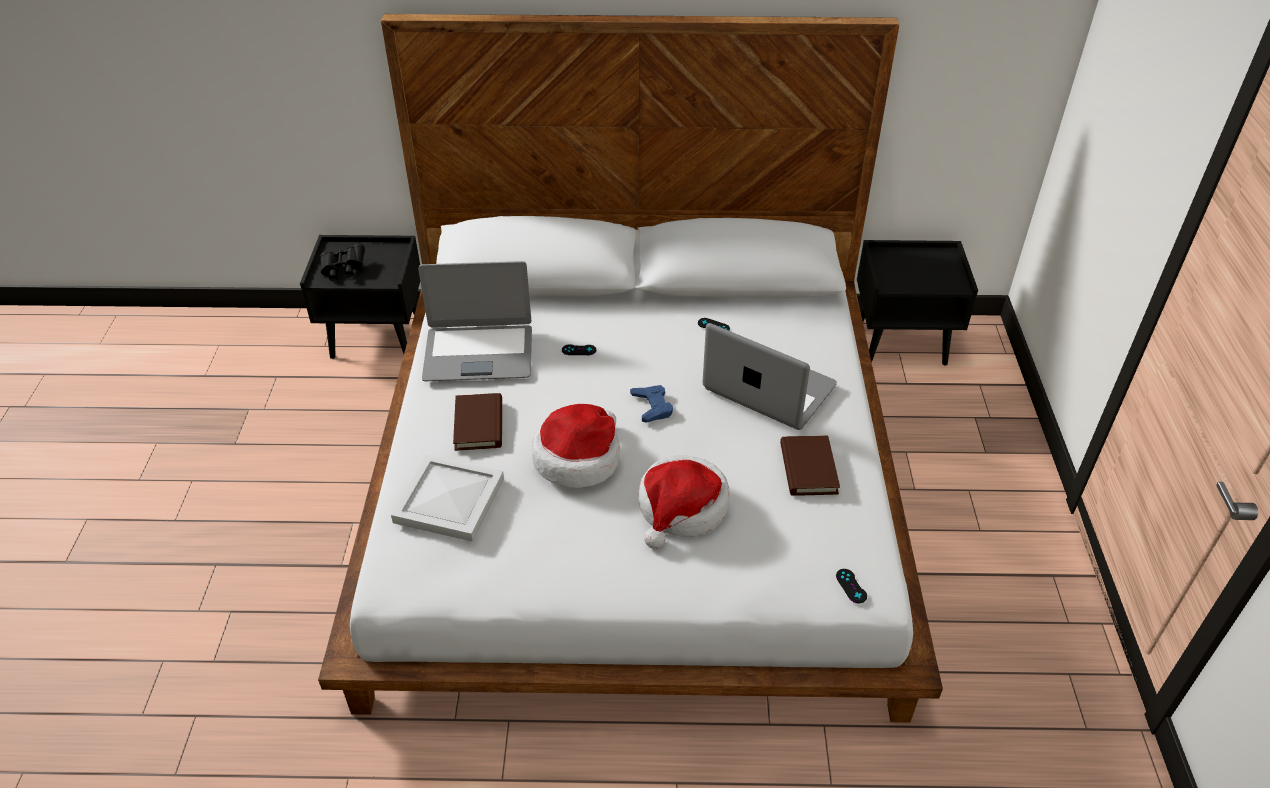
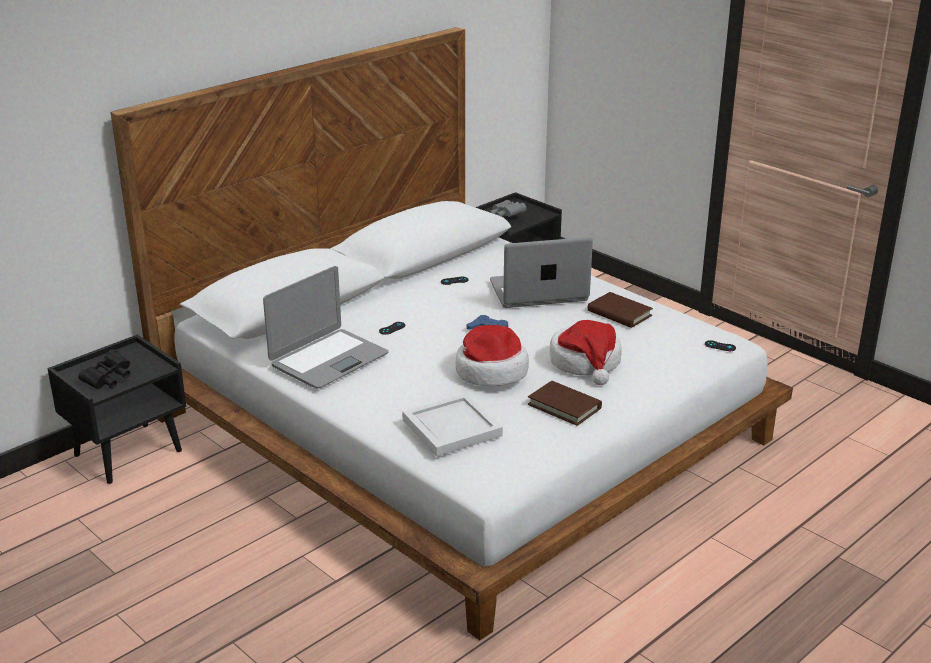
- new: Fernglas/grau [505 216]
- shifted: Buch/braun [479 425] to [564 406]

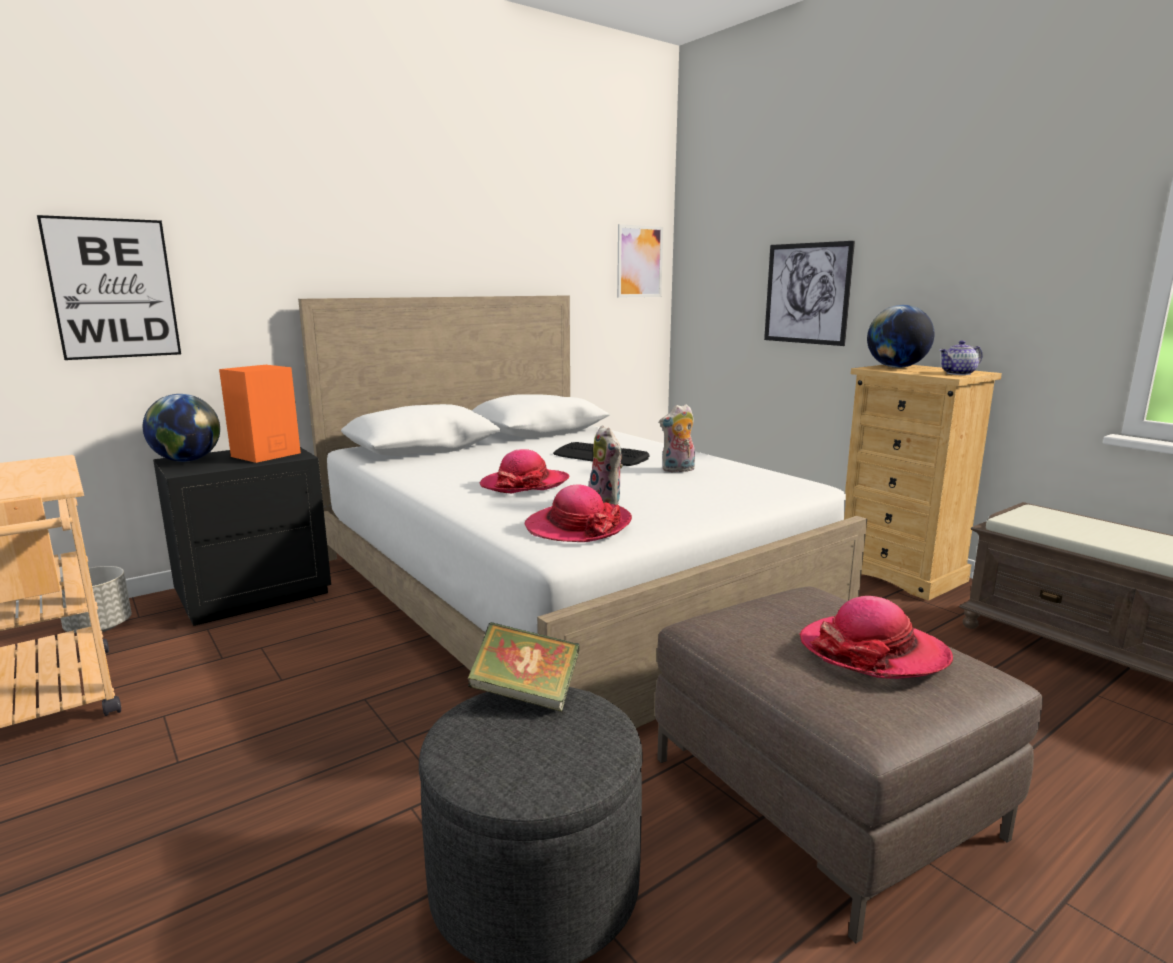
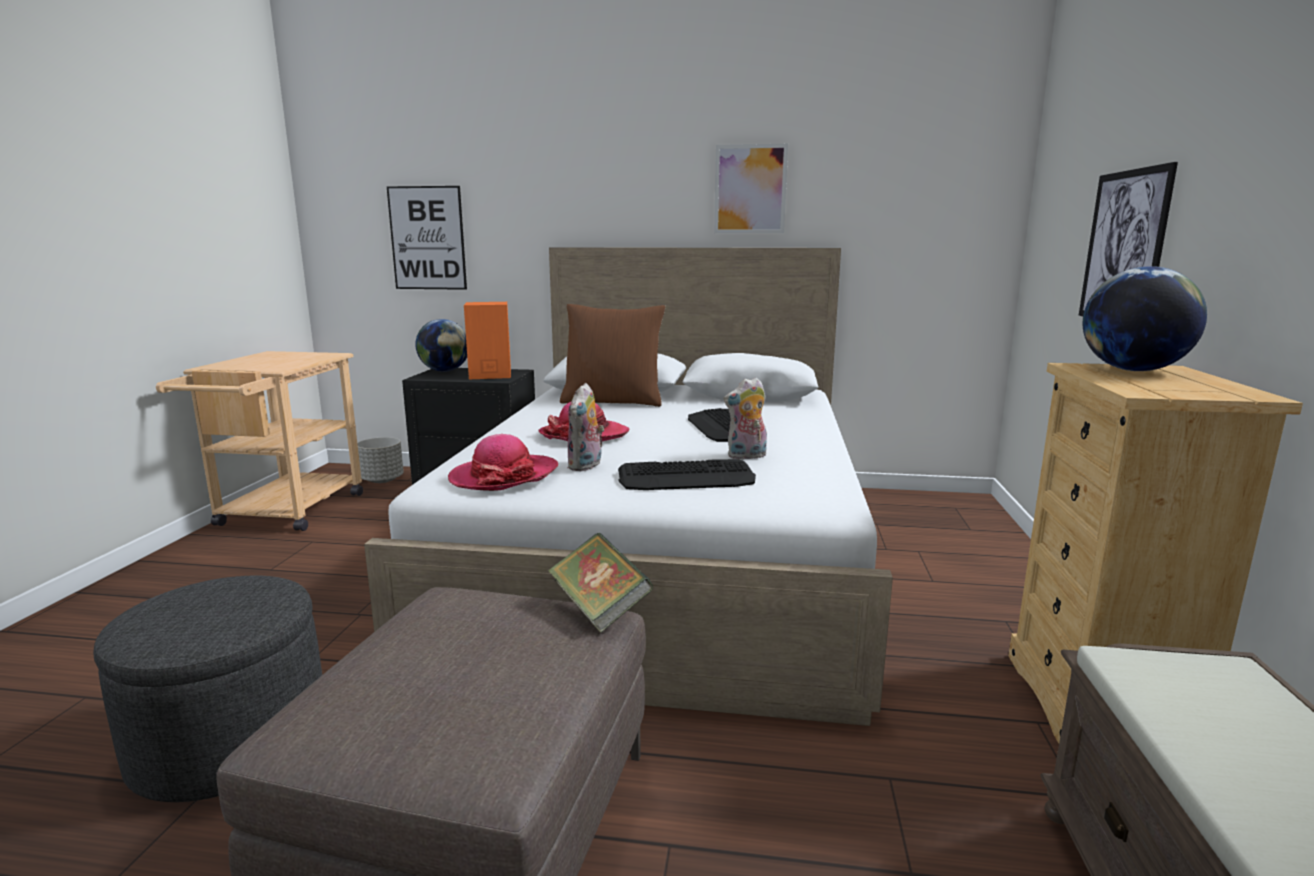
- gone: Hut [873 652]
- gone: Teekanne [958 374]
- new: Kissen/braun [613 401]
- new: Tastatur [686 478]
- shifted: Buch [525 694] to [599 608]
- shifted: Bild [639 261] to [750 189]
- rotated: Plüschtier [678 470] = [746 456] 45 degrees counterclockwise

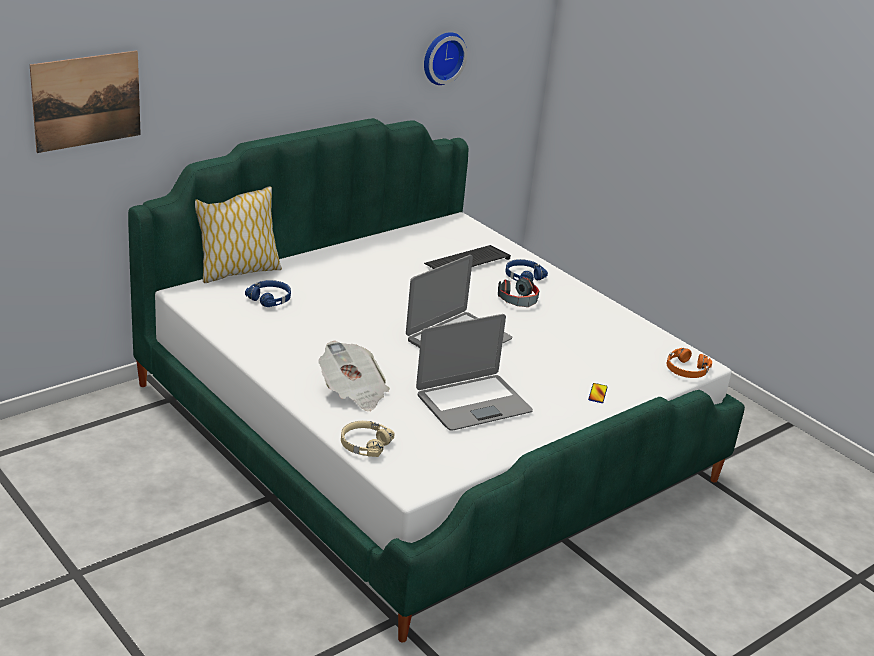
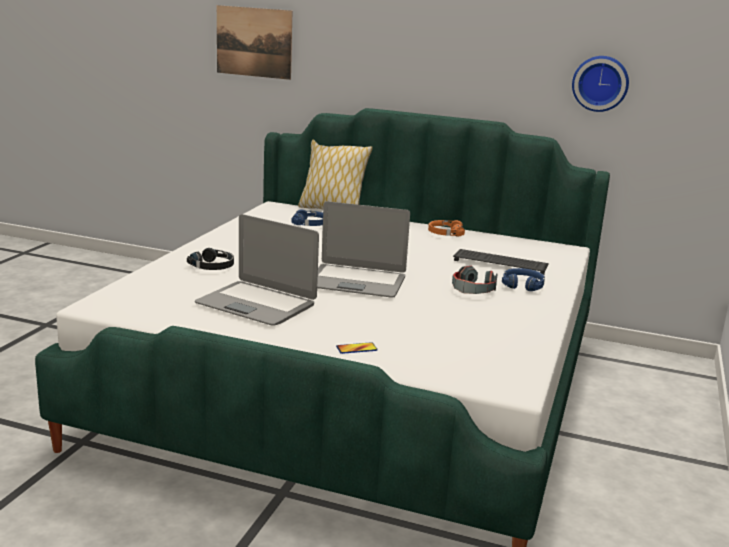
- gone: Kopfhörer/beige [364 444]
- shifted: Kopfhörer/orange [686 370] to [445 233]
- swapped: Zeitung [353 392] to Kopfhörer/schwarz [213 266]

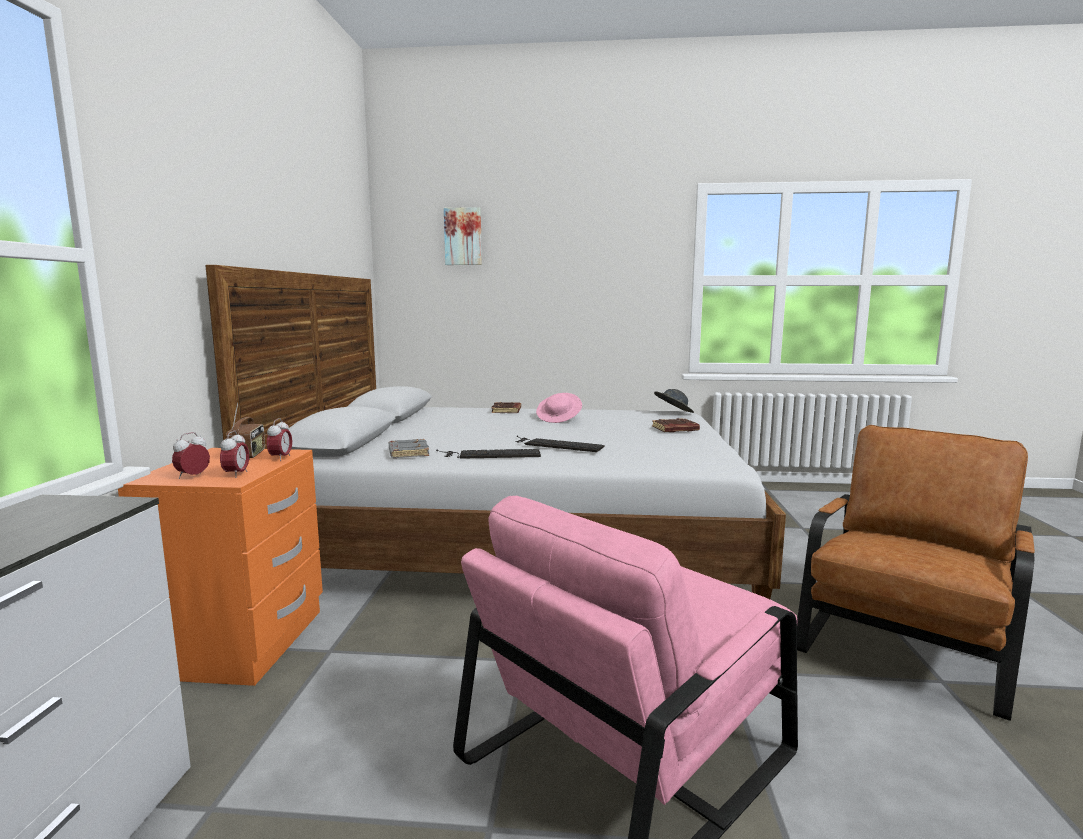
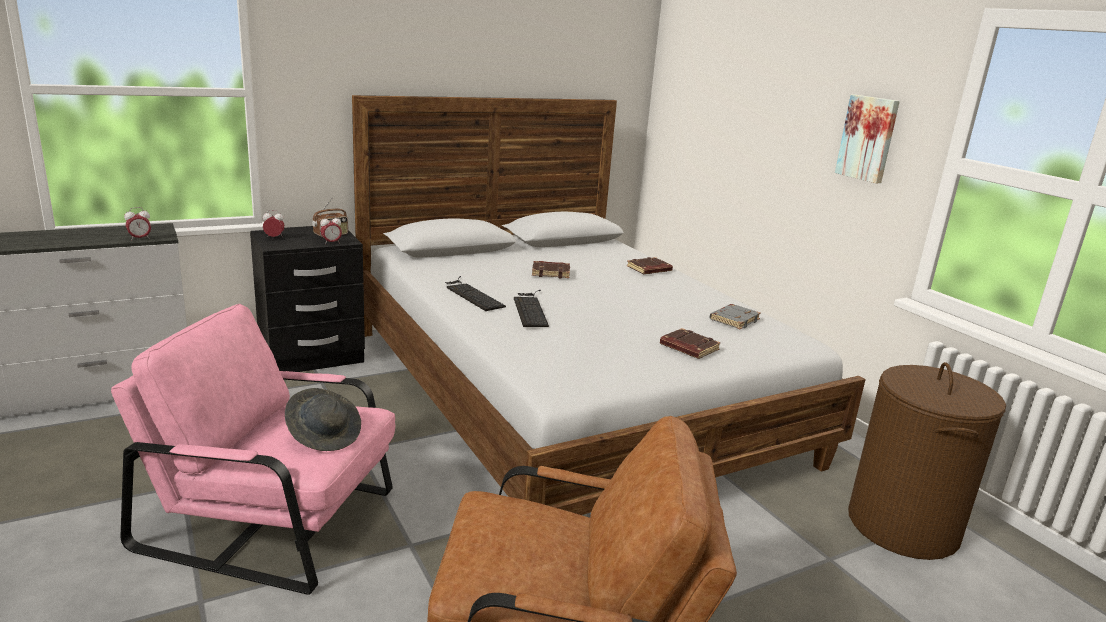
- gone: Hut/rosa [559 419]
- new: Buch/braun [551 273]
- new: Wäschekorb/braun [903 526]
- shifted: Wecker [236 474] to [140 239]
- shifted: Buch/grau [407 453] to [734 320]
- shifted: Bild [463 236] to [868 138]
- shifted: Hut/grau [673 413] to [324 435]
- repainted: Nachttisch/orange [244 643] to Nachttisch/schwarz [311 356]

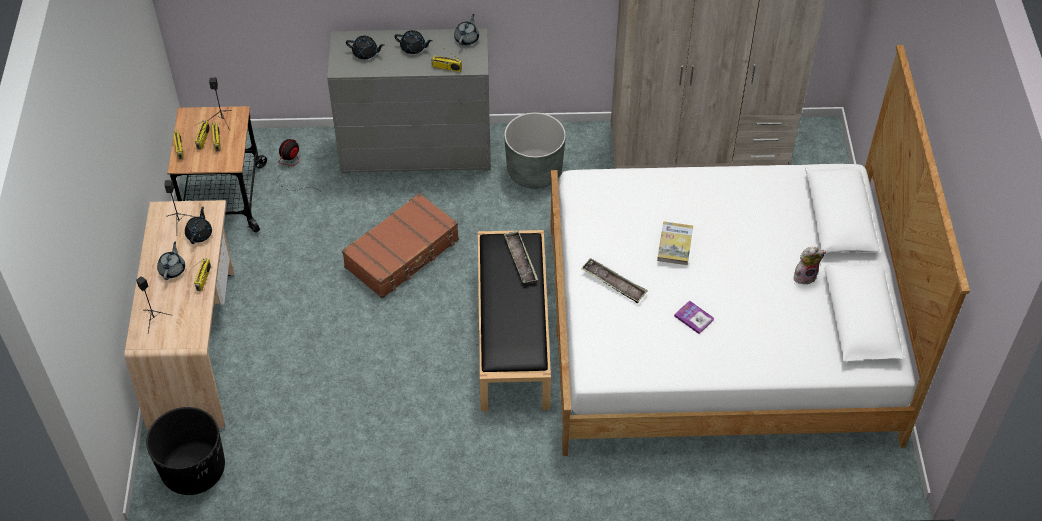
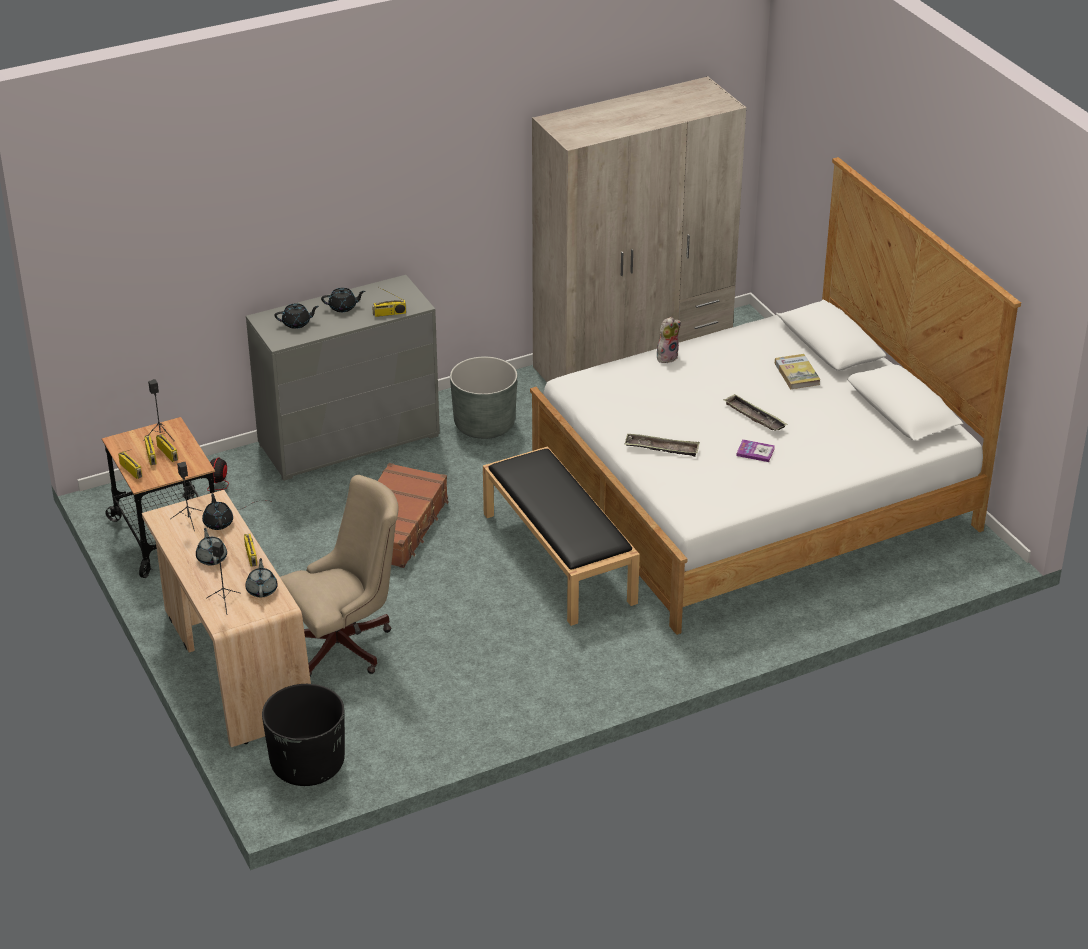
- new: Bürostuhl/beige [345 644]
- shifted: Teekanne/grau [467 38] to [262 589]
- shifted: Tablett [520 259] to [754 417]
- shifted: Buch [675 245] to [797 374]
- shifted: Plüschtier [805 276] to [667 356]

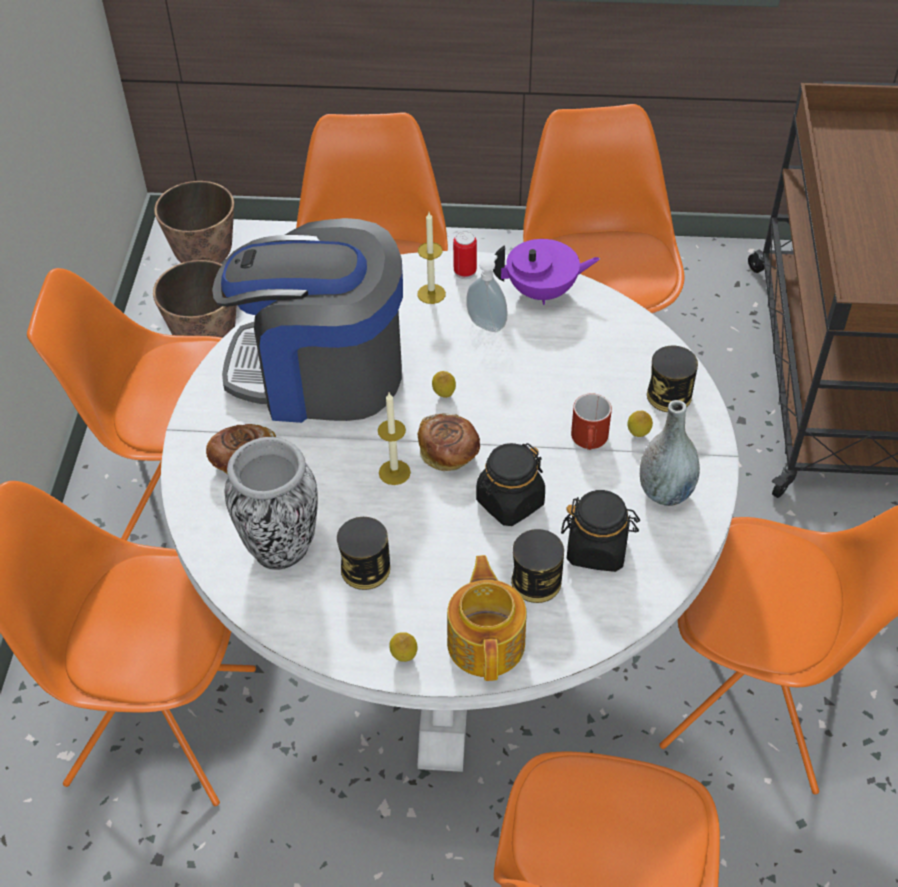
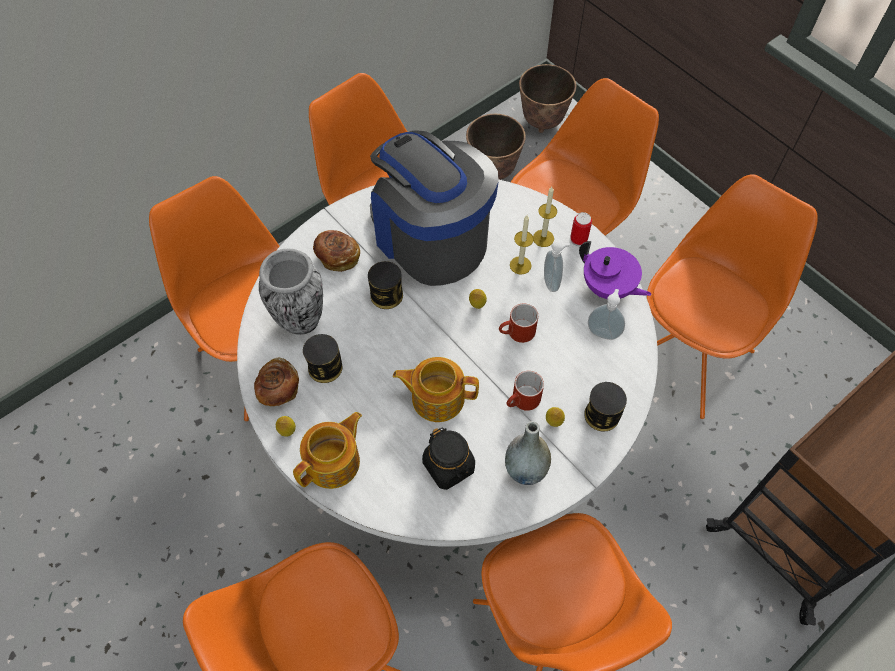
- new: Henkelbecher/rot [517 333]
- new: Seifenspender [603 332]
- shifted: Kerze [394 472] to [520 265]
- shifted: Brot [449 453] to [278 390]
- shifted: Dose [536 582] to [386 295]
- swapped: Vorratsglas/schwarz [509 502] to Teekanne [436 397]

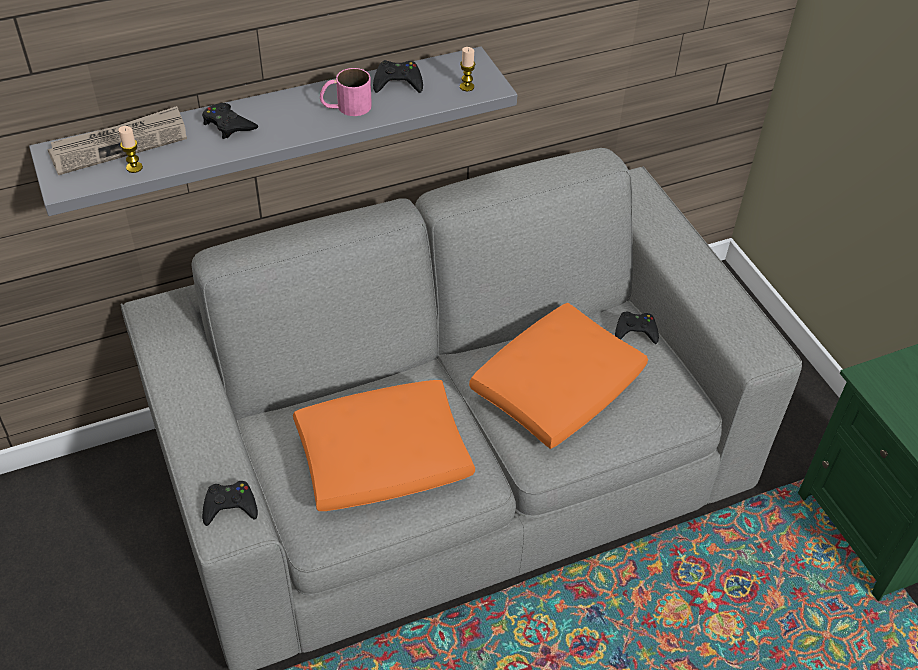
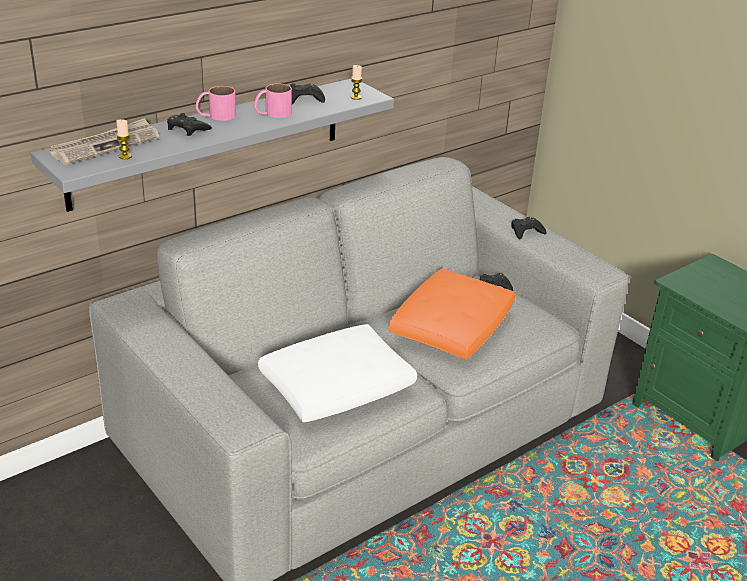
- new: Henkelbecher/rosa [216 116]
- shifted: Gamepad/schwarz [230 506] to [526 231]
- repainted: Kissen/orange [384 458] to Kissen/weiß [338 387]

